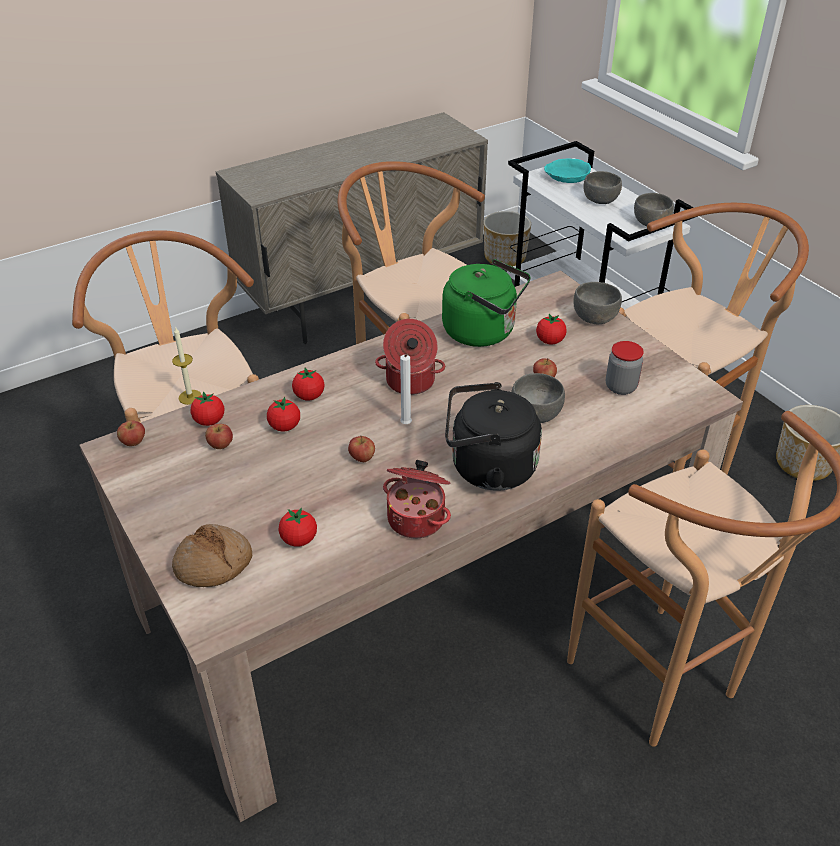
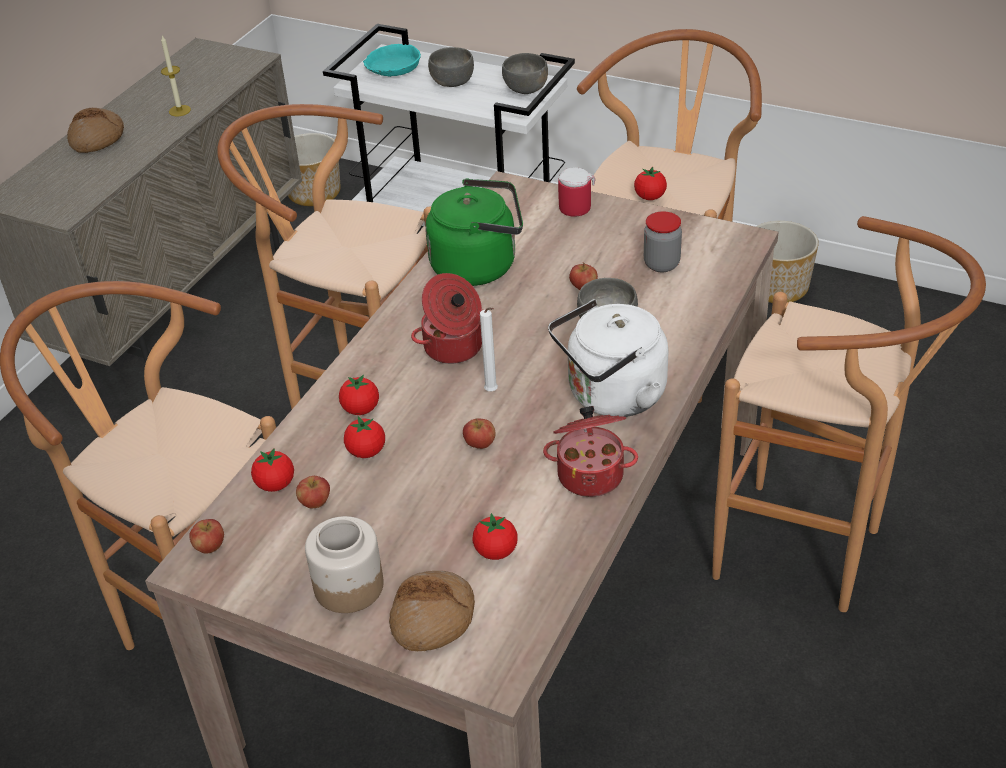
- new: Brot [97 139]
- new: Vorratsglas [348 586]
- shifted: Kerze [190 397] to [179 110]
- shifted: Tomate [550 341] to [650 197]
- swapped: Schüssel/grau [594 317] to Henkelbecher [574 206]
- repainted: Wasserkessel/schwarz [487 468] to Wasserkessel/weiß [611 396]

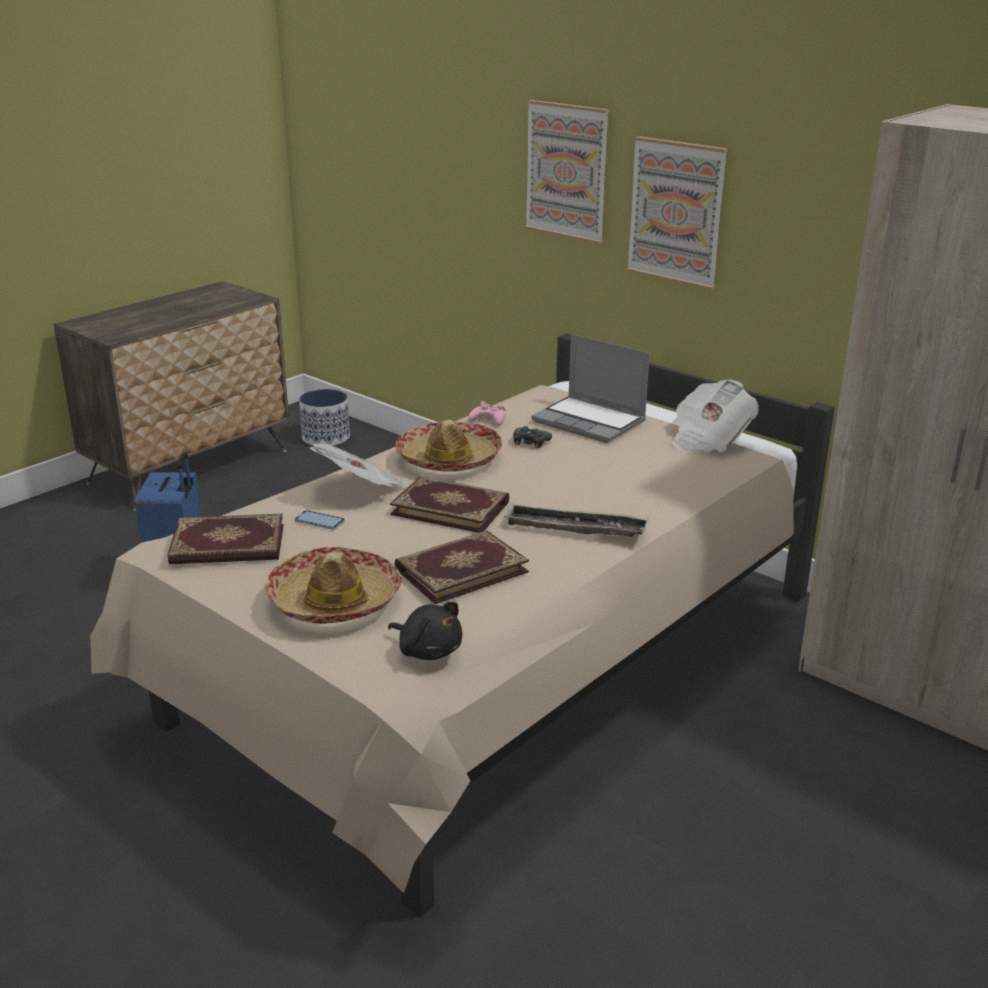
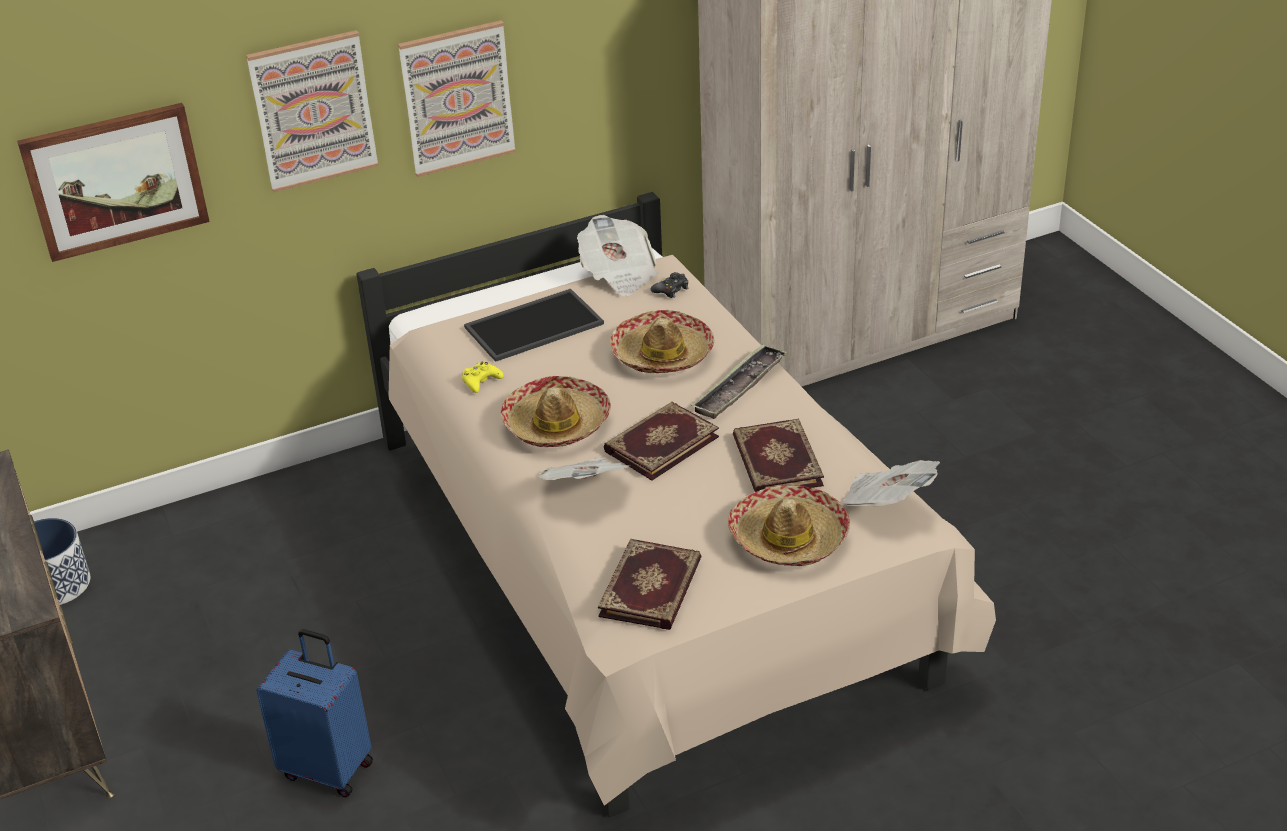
- gone: Handy [319 521]
- new: Bild [115 180]
- new: Hut [662 354]
- shifted: Gamepad/schwarz [530 442] to [671 289]
- swapped: Plüschtier/schwarz [428 650] to Zeitung [887 503]
- swapped: Laptop [590 421] to Tablett [534 324]
- repainted: Gamepad/rosa [489 420] to Gamepad/gelb [481 381]

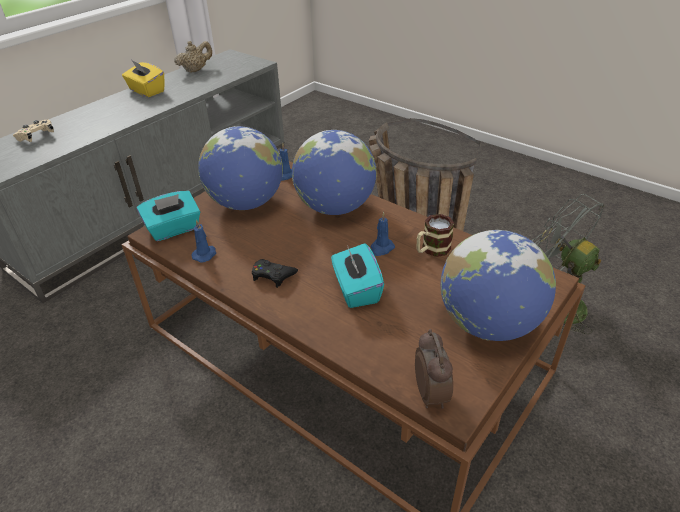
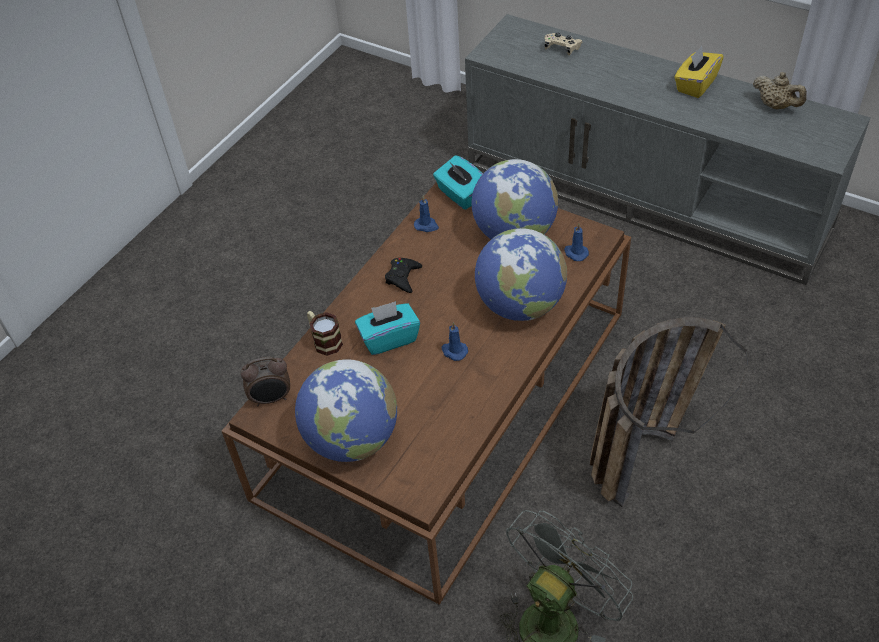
- shifted: Henkelbecher [431 250] to [324 340]

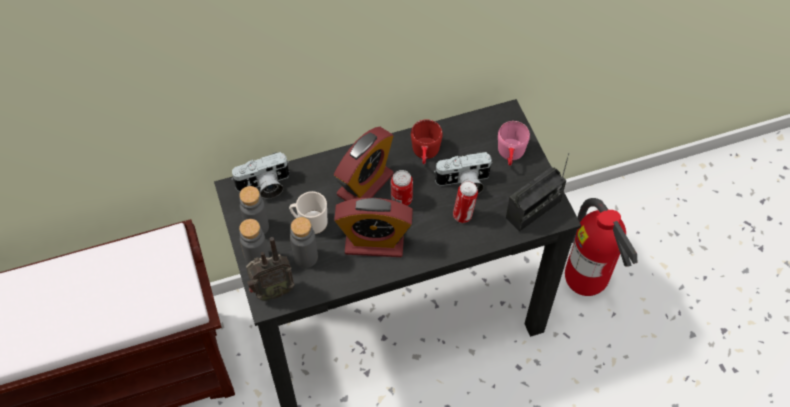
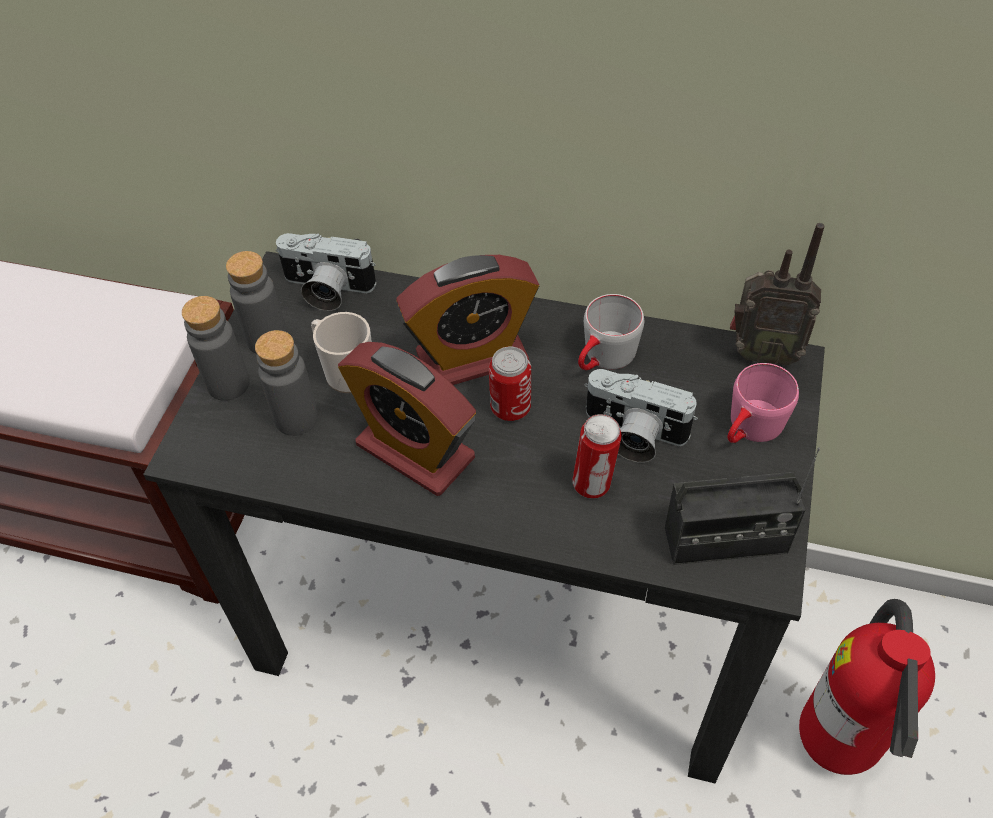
- shifted: Radio [272 291] to [761 354]
- repainted: Henkelbecher/rot [425 154] to Henkelbecher/grau [603 359]

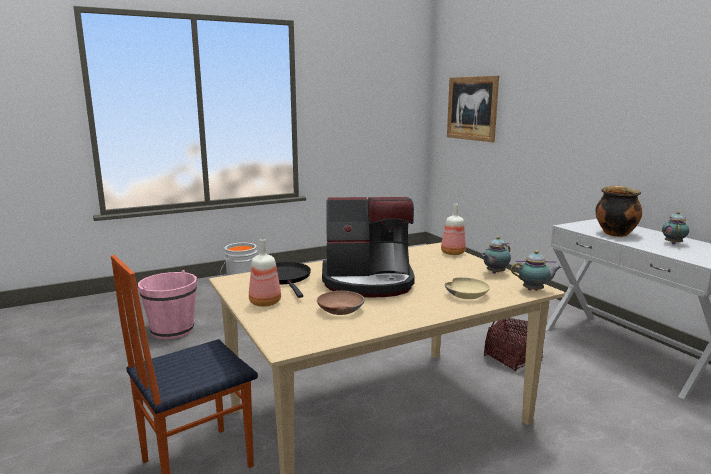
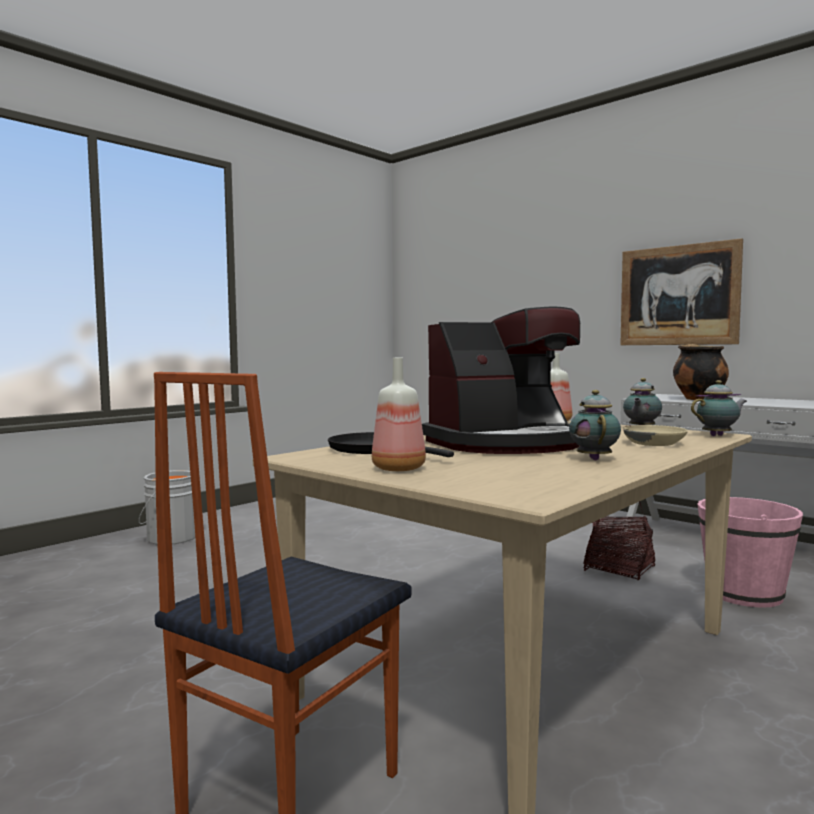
- gone: Schüssel/braun [339 309]
- shifted: Eimer/rosa [172 330] to [744 594]
- shifted: Bild [472 108] to [678 295]
- shifted: Teekanne [673 243] to [594 459]

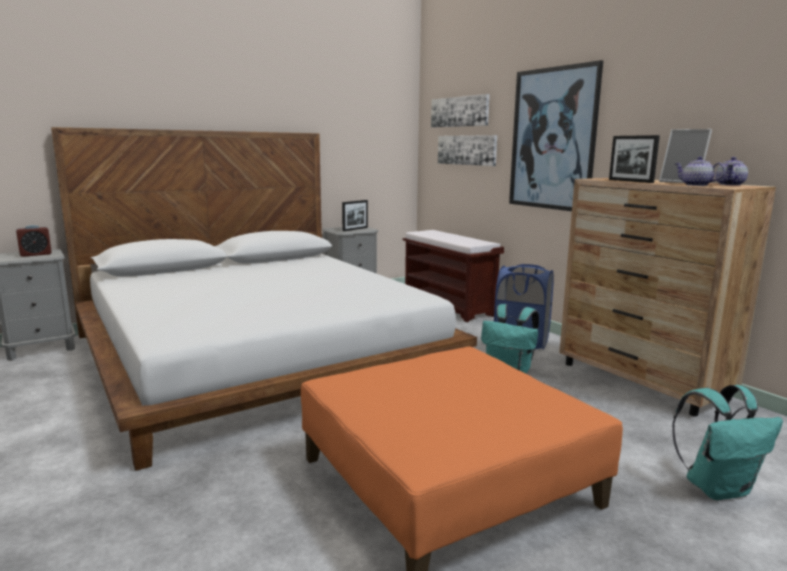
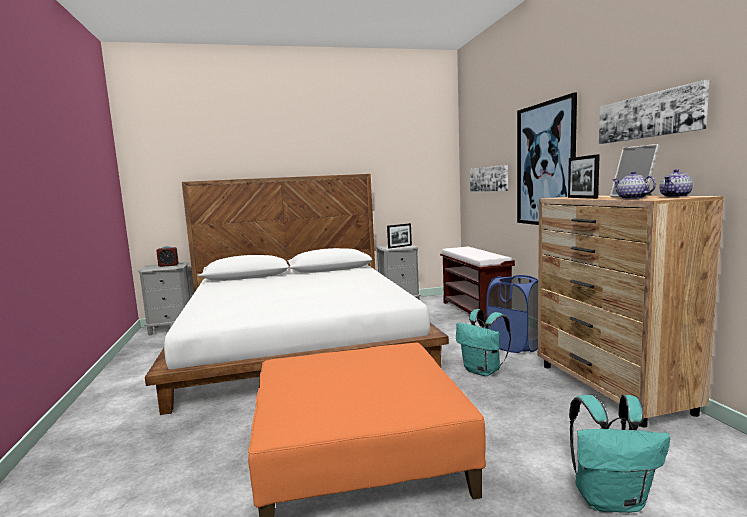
- shifted: Bild [459 111] to [649 116]

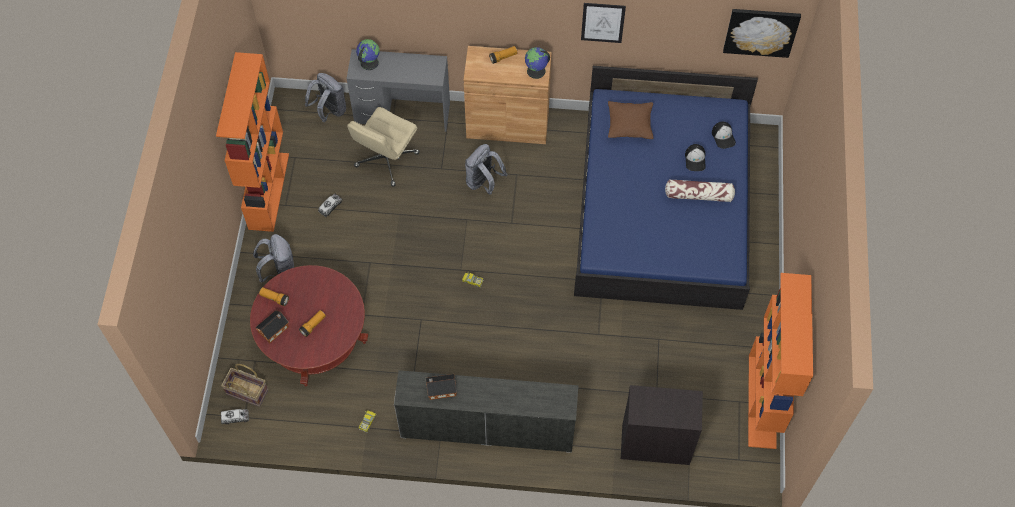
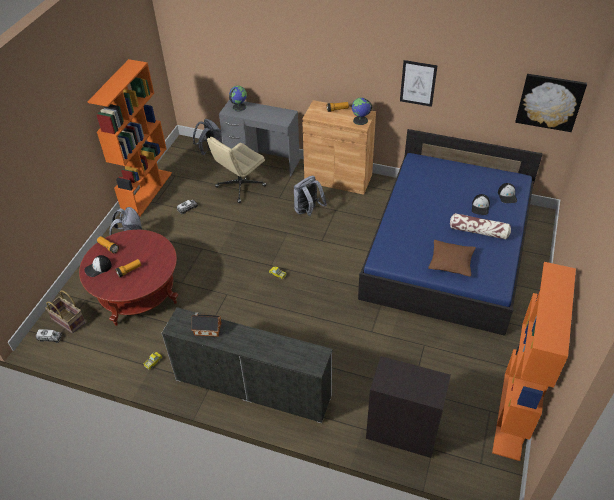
- shifted: Kissen/braun [630 124] to [451 262]
- swapped: Spielzeughaus [274 329] to Kappe [98 268]

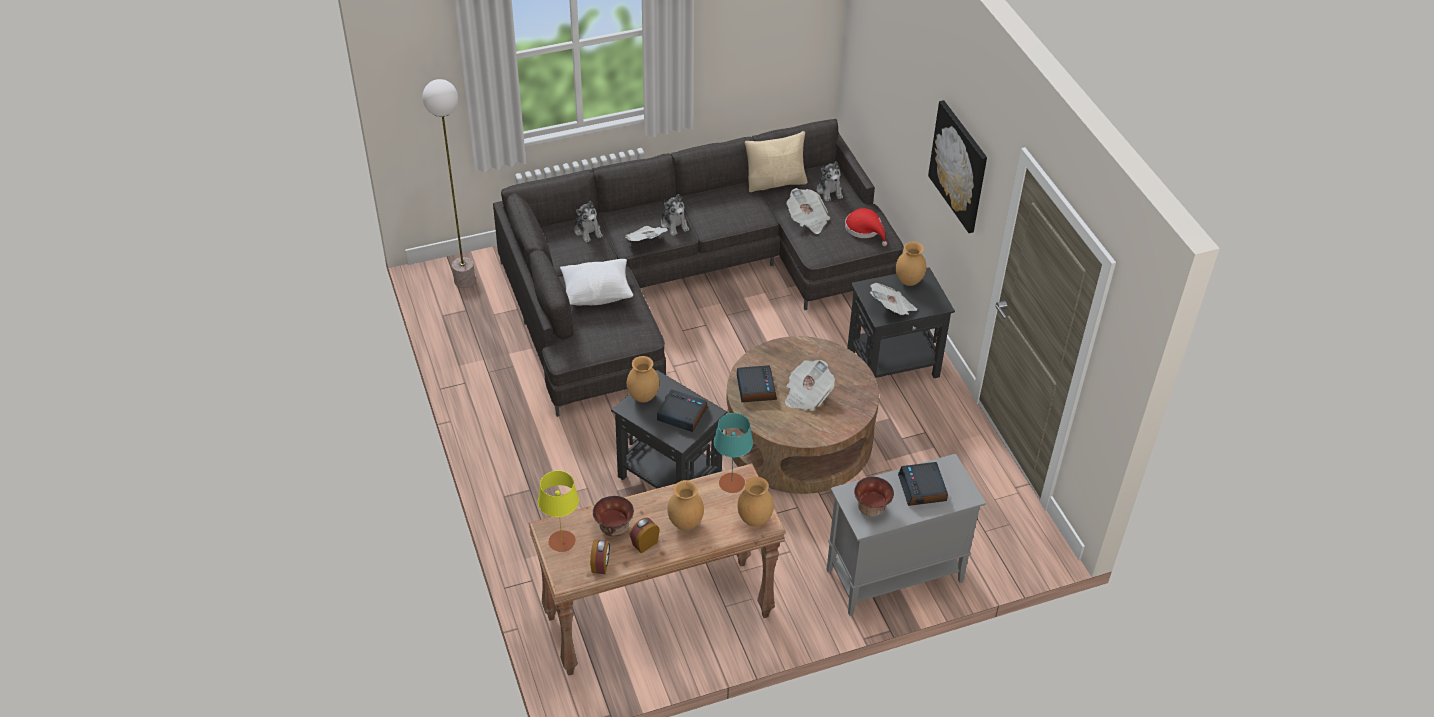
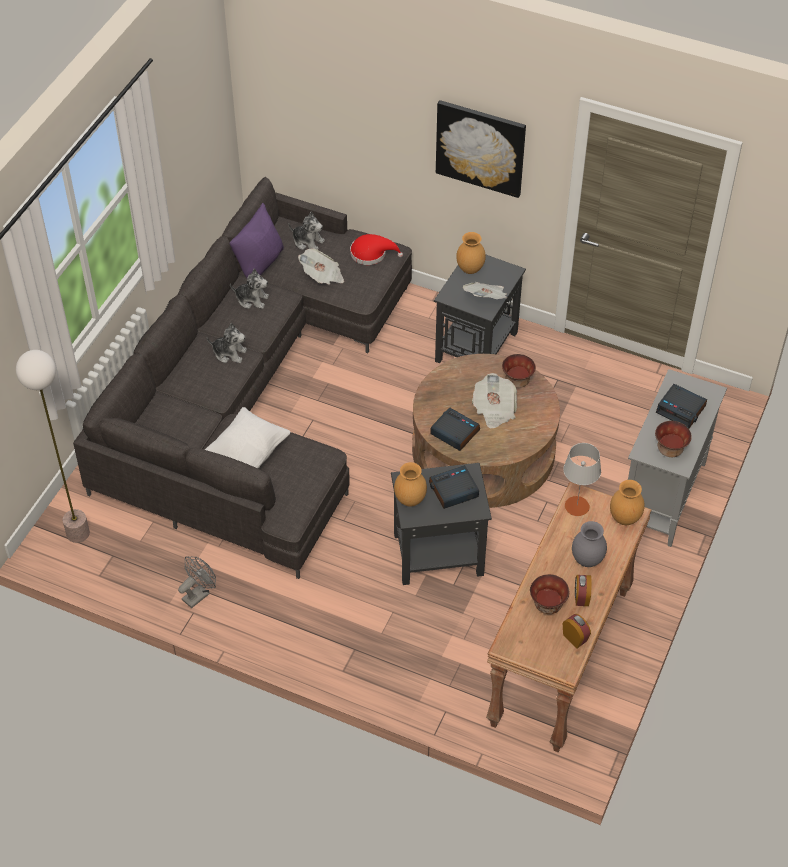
- gone: Tischlampe/gelb [561 541]
- gone: Zeitung [646 242]
- new: Ventilator/grau [199 594]
- new: Schüssel [517 381]
- shifted: Plüschtier [588 231] to [252 299]
- repainted: Vase/braun [684 523] to Vase/grau [586 560]
- repainted: Tischlampe/türkis [731 483] to Tischlampe/grau [577 506]
- repainted: Kissen/beige [776 182] to Kissen/lila [259 263]

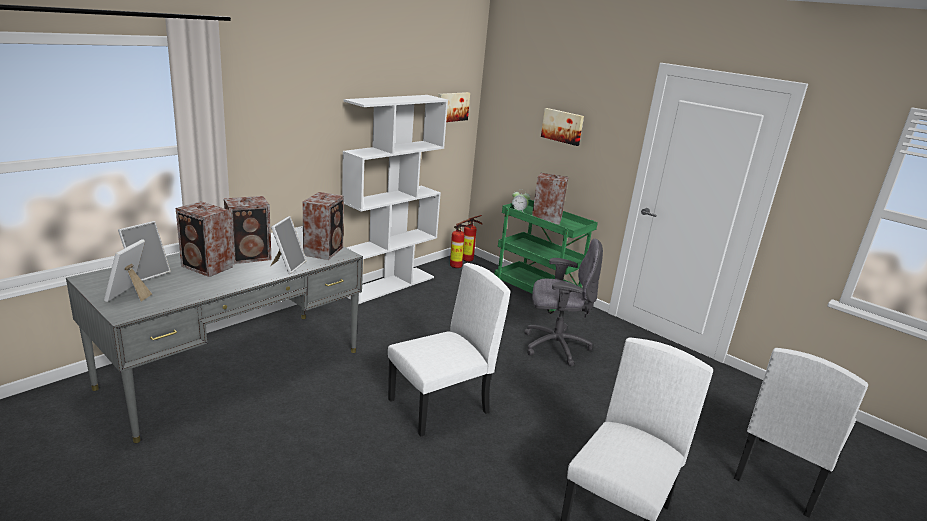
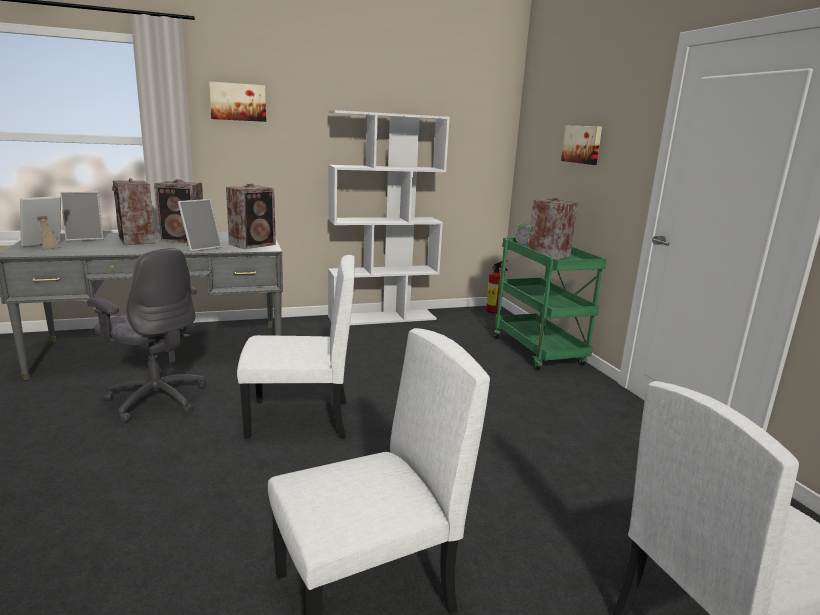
- gone: Feuerlöscher [458 266]
- shifted: Bild [452 107] to [238 102]
- shifted: Bürostuhl/grau [554 346] to [156 399]

